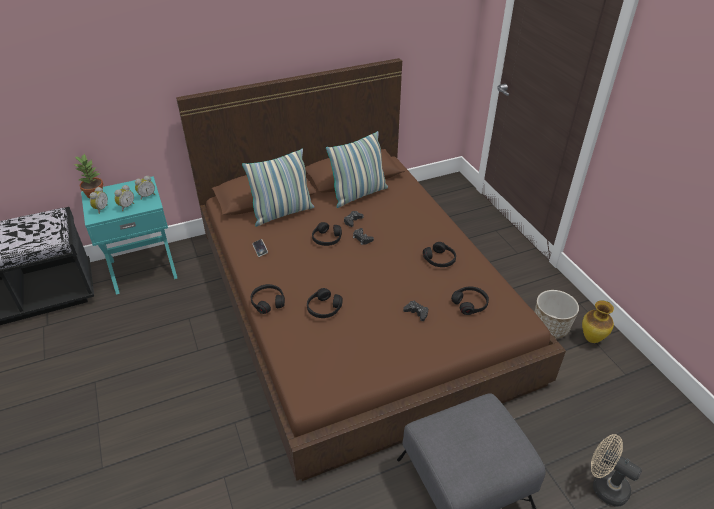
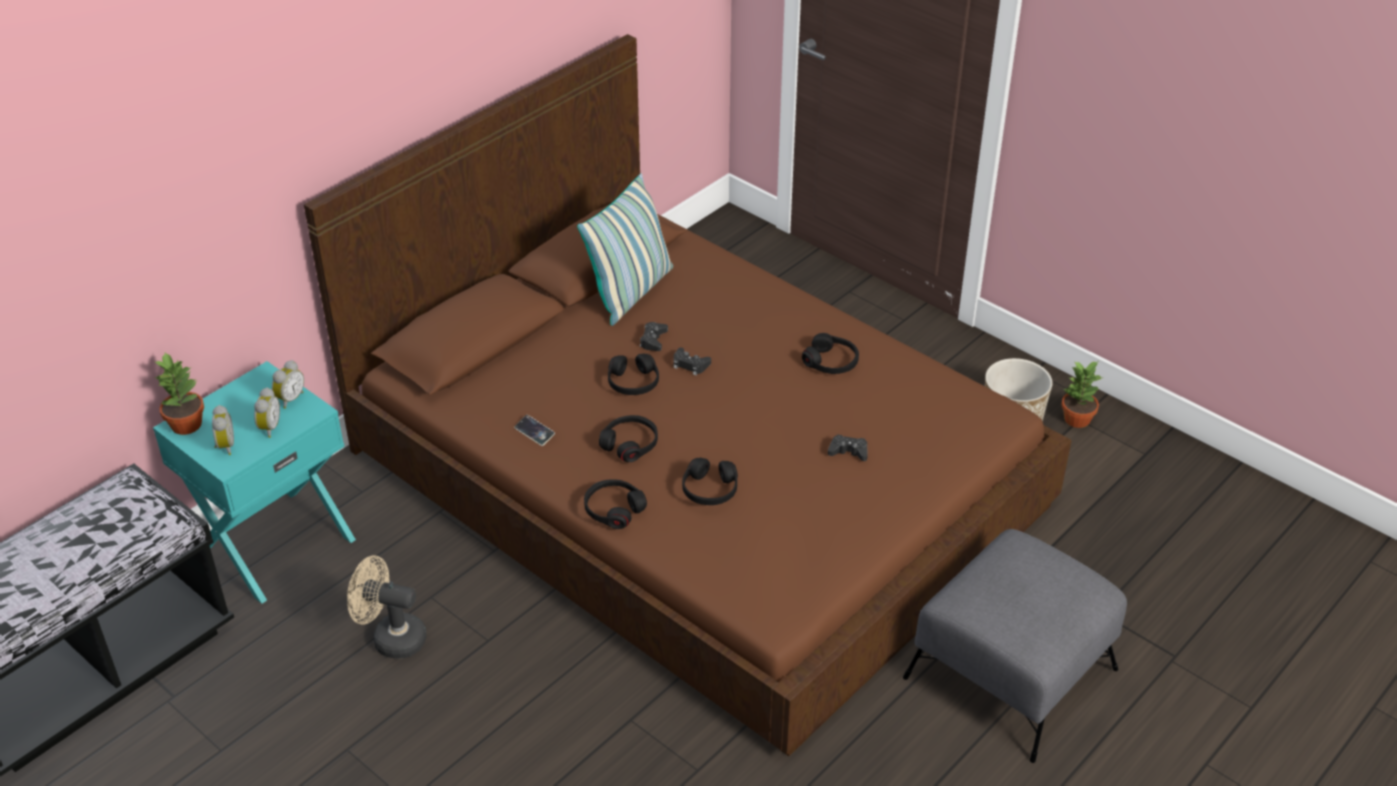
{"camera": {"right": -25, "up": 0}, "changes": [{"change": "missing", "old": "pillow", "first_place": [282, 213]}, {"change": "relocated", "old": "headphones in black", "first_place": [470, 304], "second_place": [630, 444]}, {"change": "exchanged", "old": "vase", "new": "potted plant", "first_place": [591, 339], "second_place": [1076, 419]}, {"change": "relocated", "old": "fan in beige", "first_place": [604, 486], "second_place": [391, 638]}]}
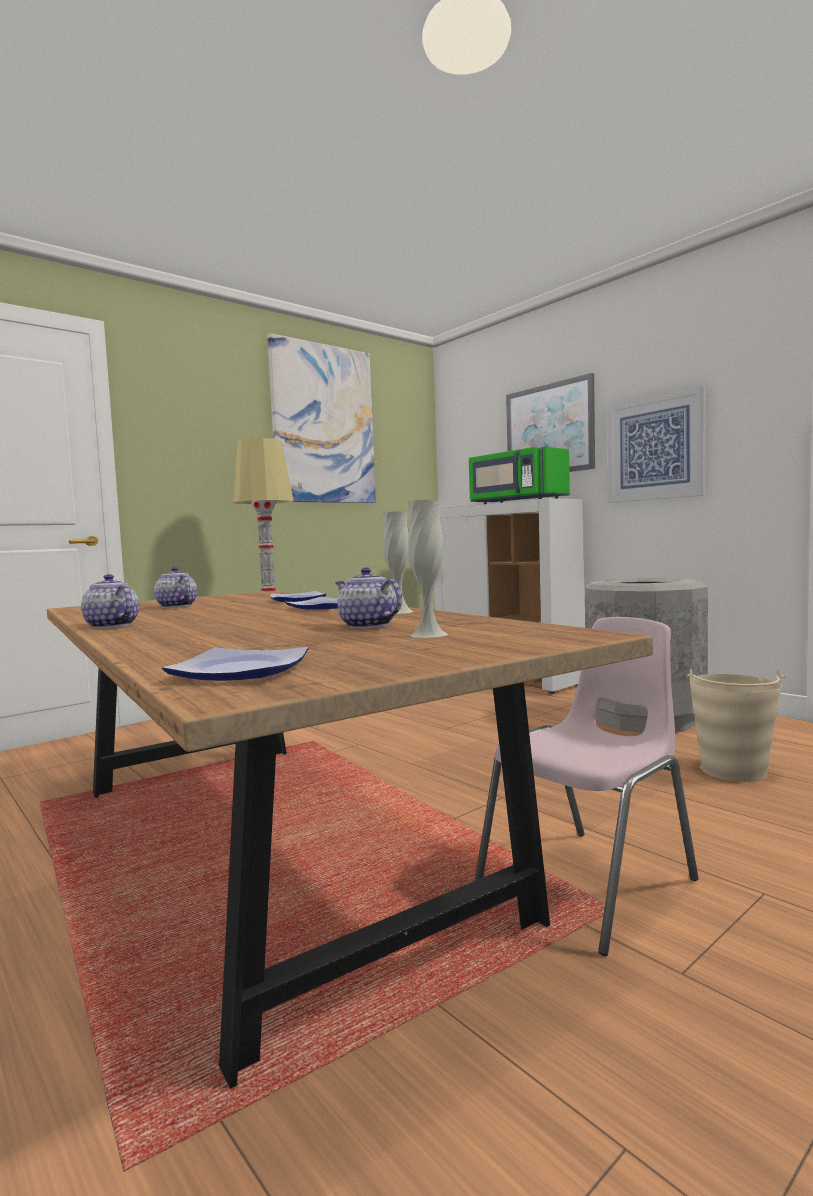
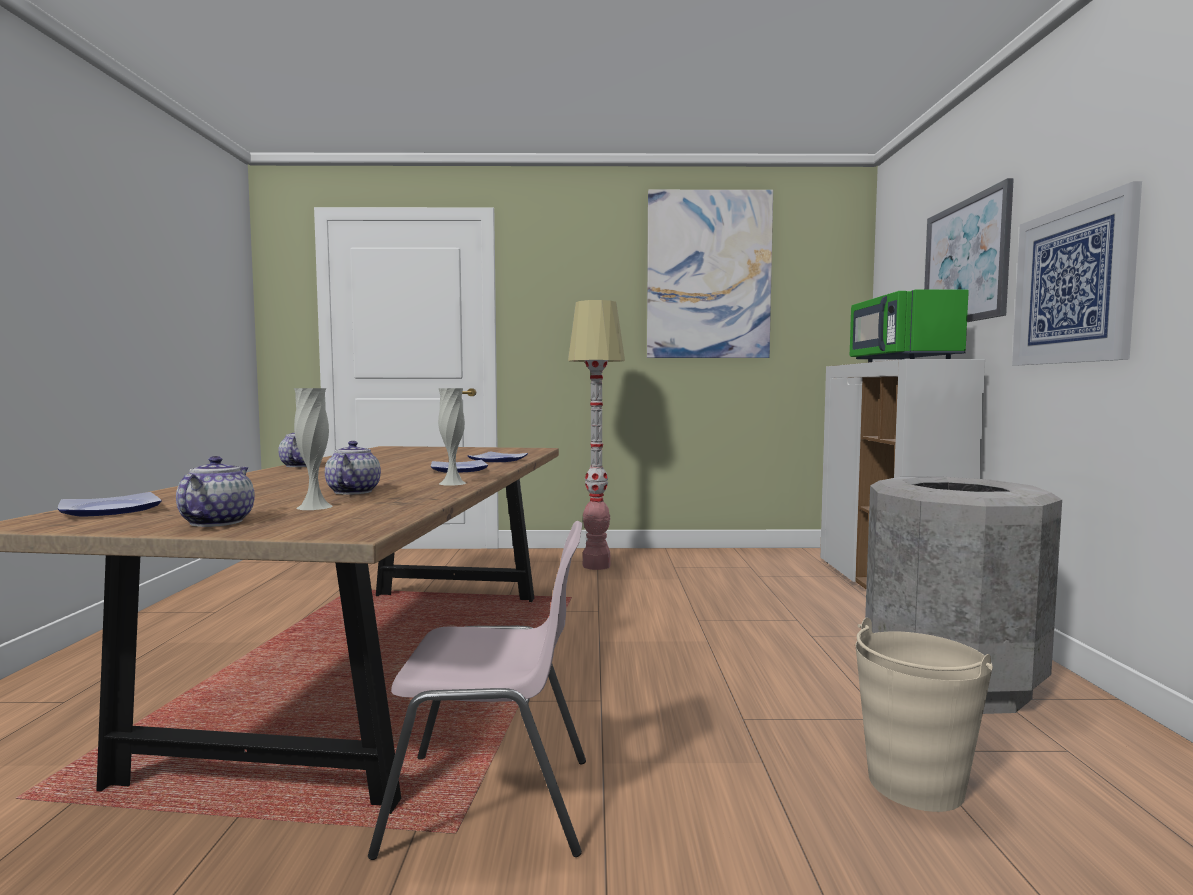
{"camera": {"right": 40, "up": 0}, "changes": [{"change": "relocated", "old": "teapot", "first_place": [176, 606], "second_place": [217, 522]}]}
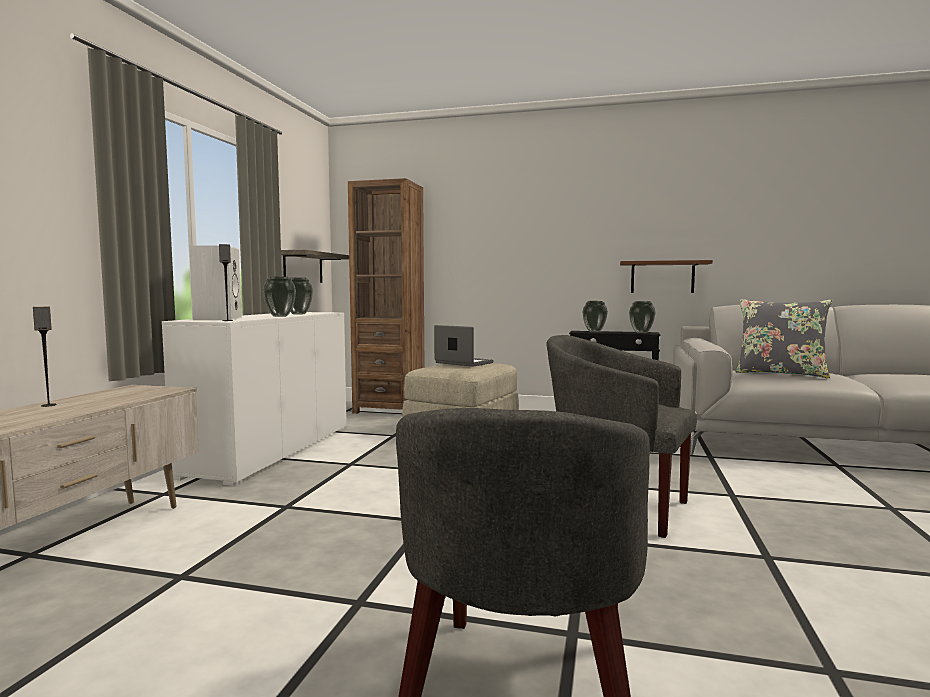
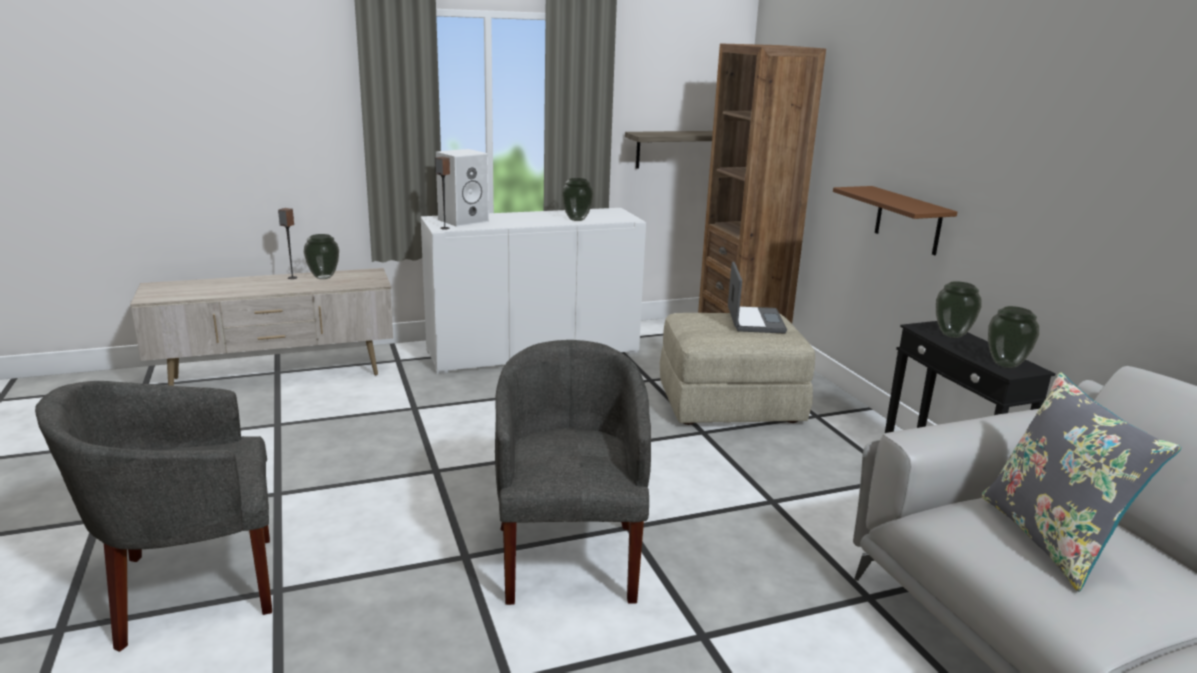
{"camera": {"right": 55, "up": 15}, "changes": [{"change": "relocated", "old": "shelf in brown", "first_place": [662, 277], "second_place": [908, 220]}, {"change": "relocated", "old": "vase", "first_place": [279, 316], "second_place": [323, 277]}]}
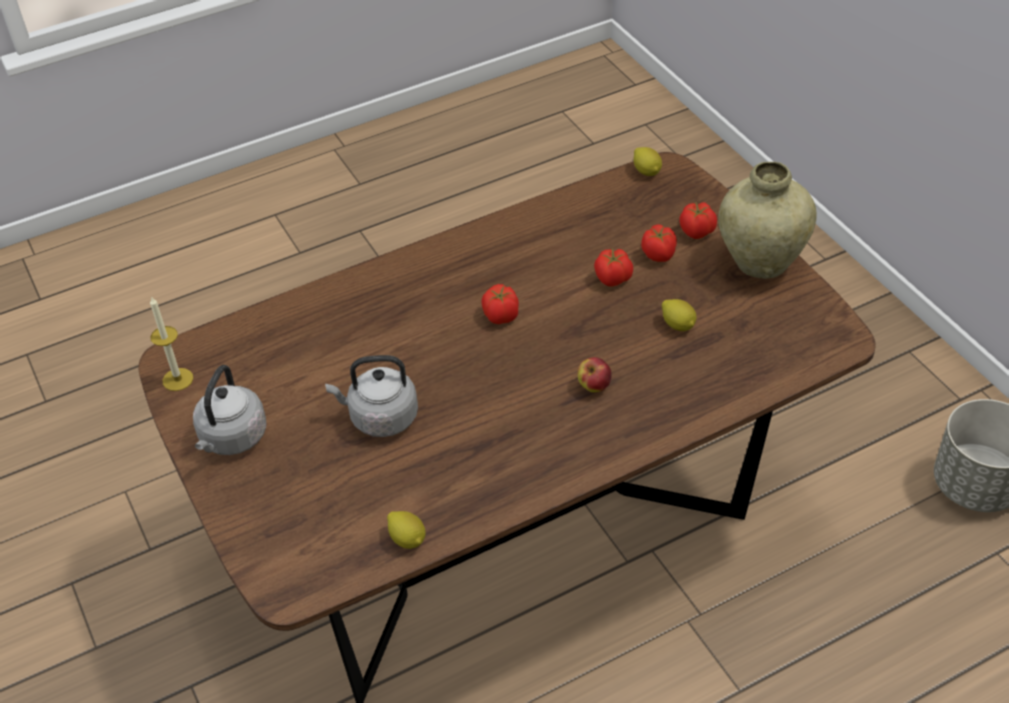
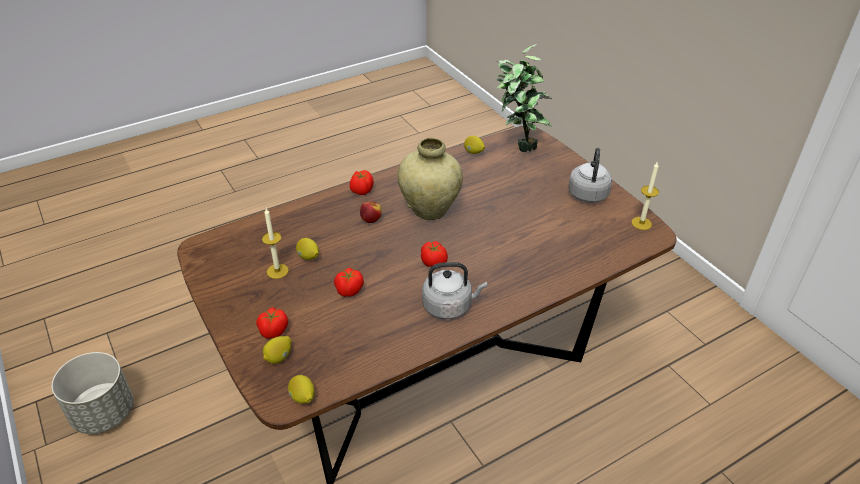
{"camera": {"right": 175, "up": -5}, "changes": [{"change": "relocated", "old": "vase in beige", "first_place": [761, 262], "second_place": [429, 210]}, {"change": "relocated", "old": "tomato", "first_place": [659, 255], "second_place": [361, 191]}, {"change": "relocated", "old": "kettle in grey", "first_place": [380, 418], "second_place": [449, 306]}, {"change": "appeared", "new": "potted plant", "second_place": [518, 144]}, {"change": "appeared", "new": "candle", "second_place": [277, 271]}, {"change": "appeared", "new": "lemon", "second_place": [279, 357]}]}
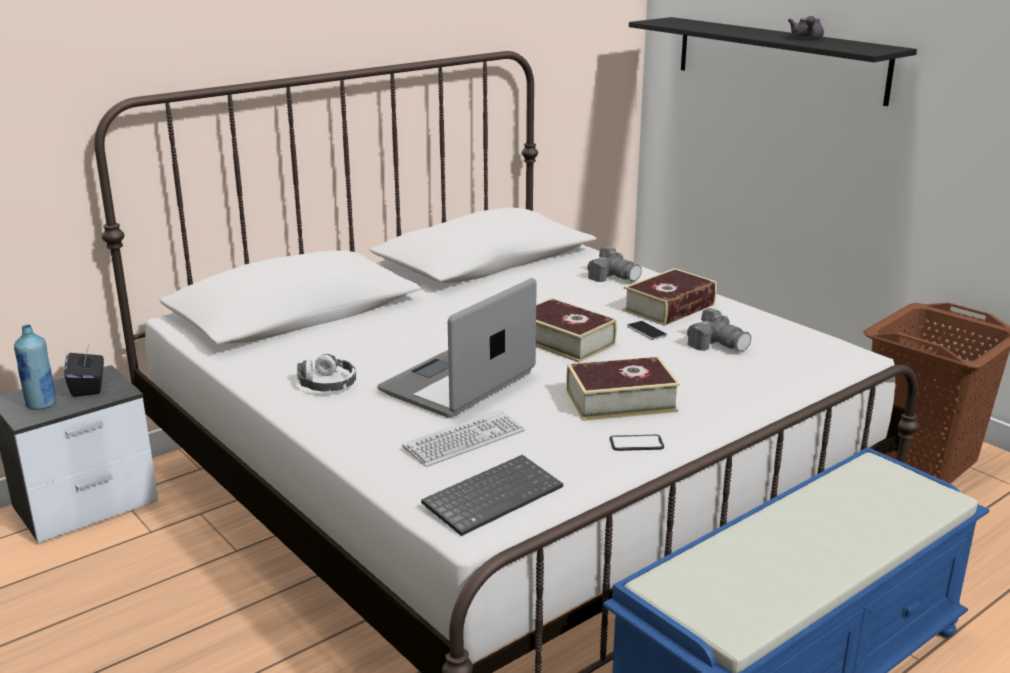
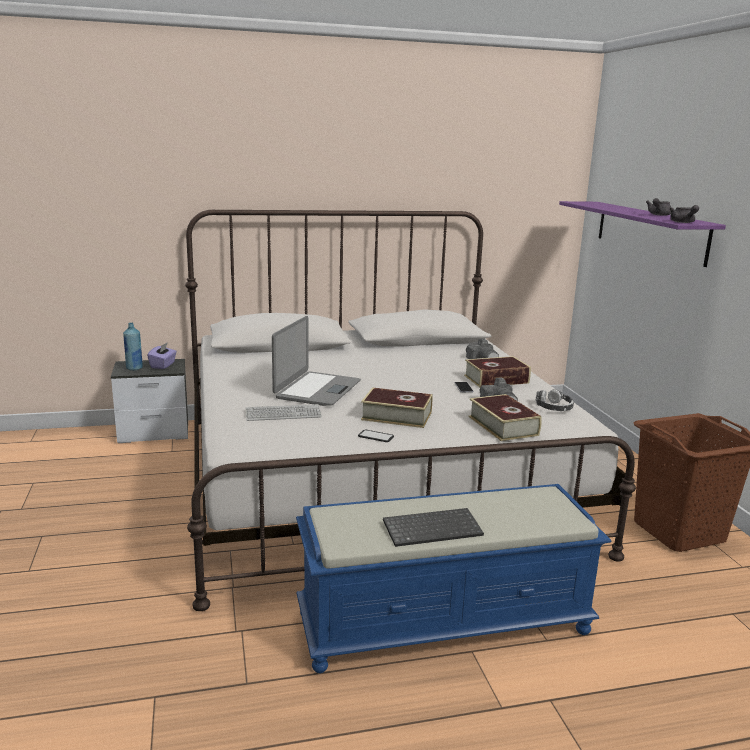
{"camera": {"right": 25, "up": -5}, "changes": [{"change": "colour", "old": "shelf in black", "new": "shelf in purple", "first_place": [779, 59], "second_place": [649, 231]}, {"change": "spun", "old": "laptop", "first_place": [458, 383], "second_place": [317, 390], "degrees": 135}, {"change": "relocated", "old": "book", "first_place": [564, 341], "second_place": [503, 426]}, {"change": "colour", "old": "tissue box in black", "new": "tissue box in purple", "first_place": [88, 387], "second_place": [163, 365]}, {"change": "relocated", "old": "headphones", "first_place": [327, 384], "second_place": [553, 407]}, {"change": "relocated", "old": "keyboard", "first_place": [493, 495], "second_place": [433, 528]}, {"change": "appeared", "new": "teapot in grey", "second_place": [683, 222]}]}
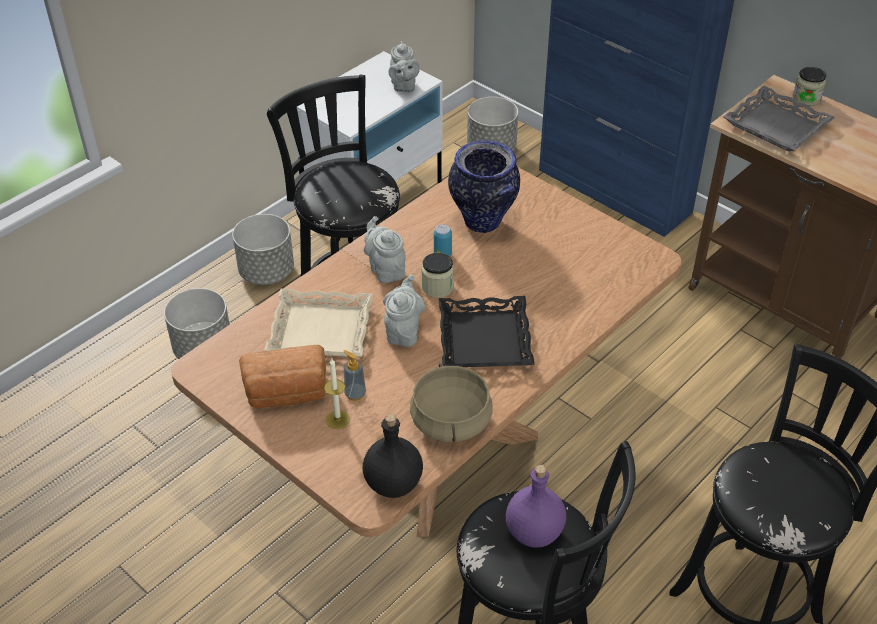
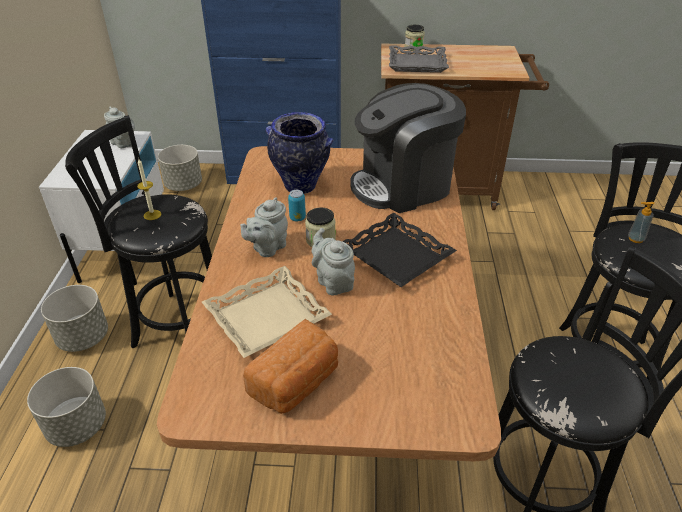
{"camera": {"right": -40, "up": -5}, "changes": [{"change": "spun", "old": "teapot in grey", "first_place": [386, 270], "second_place": [267, 248], "degrees": -75}, {"change": "relocated", "old": "soap dispenser", "first_place": [355, 394], "second_place": [635, 239]}, {"change": "relocated", "old": "candle", "first_place": [337, 419], "second_place": [152, 215]}, {"change": "missing", "old": "cooking pot in beige", "first_place": [450, 421]}, {"change": "missing", "old": "bottle in black", "first_place": [394, 483]}, {"change": "missing", "old": "bottle in purple", "first_place": [535, 532]}, {"change": "appeared", "new": "coffee machine", "second_place": [403, 185]}]}
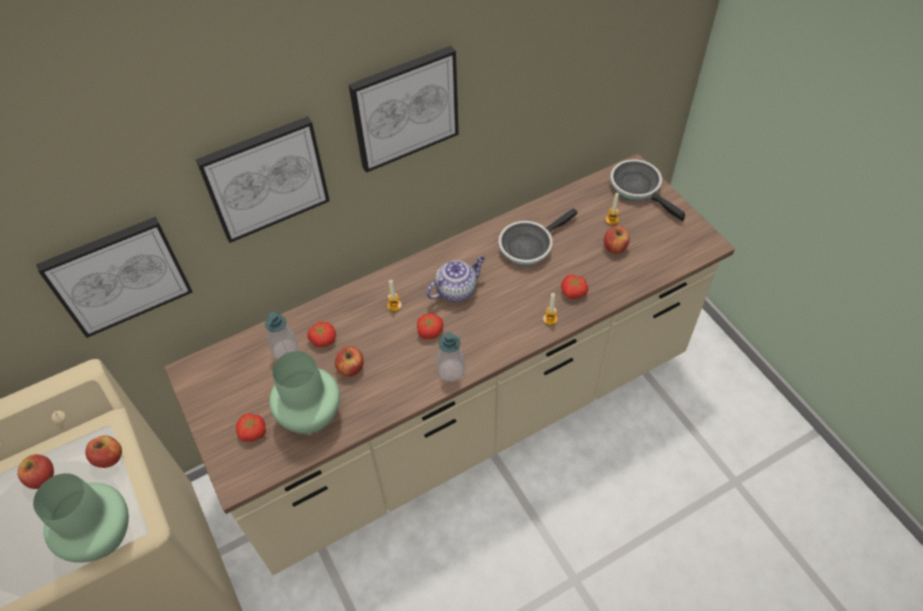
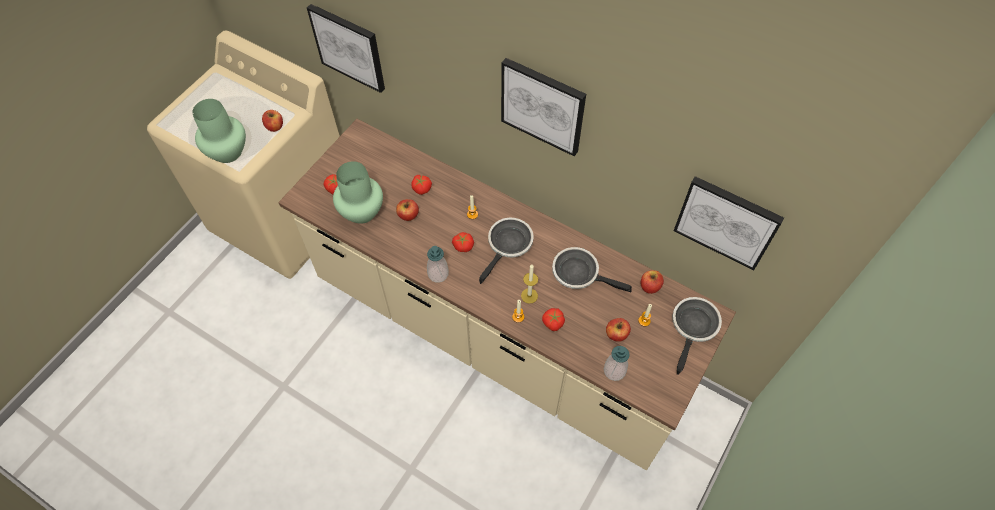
{"camera": {"right": 60, "up": 5}, "changes": [{"change": "relocated", "old": "picture", "first_place": [265, 178], "second_place": [727, 221]}, {"change": "exchanged", "old": "teapot", "new": "frying pan", "first_place": [456, 290], "second_place": [508, 245]}, {"change": "relocated", "old": "soap dispenser", "first_place": [286, 351], "second_place": [614, 371]}, {"change": "relocated", "old": "apple", "first_place": [42, 477], "second_place": [650, 286]}, {"change": "appeared", "new": "candle", "second_place": [529, 295]}]}
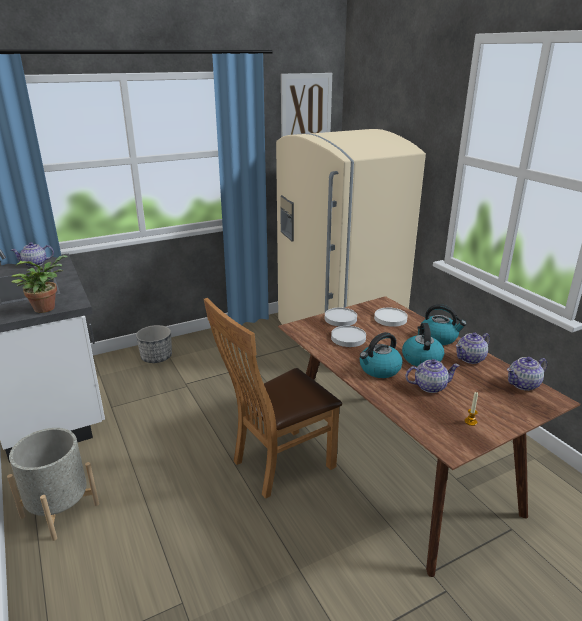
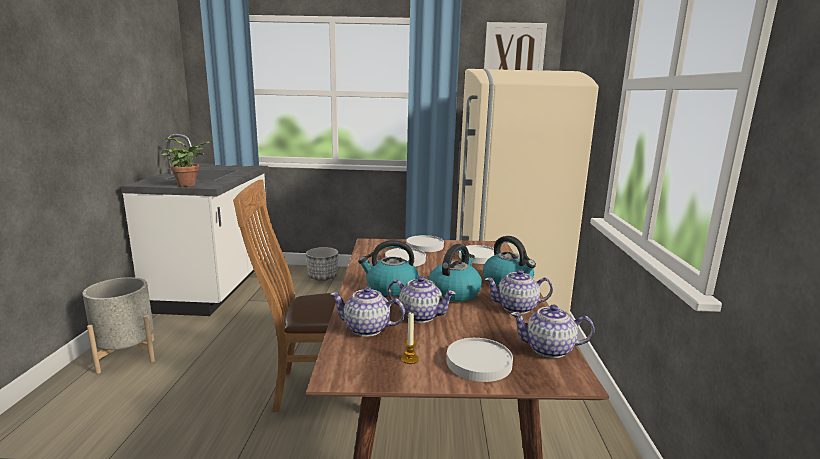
{"camera": {"right": 30, "up": -10}, "changes": [{"change": "relocated", "old": "teapot", "first_place": [35, 264], "second_place": [367, 329]}, {"change": "appeared", "new": "plate in white", "second_place": [479, 363]}]}
